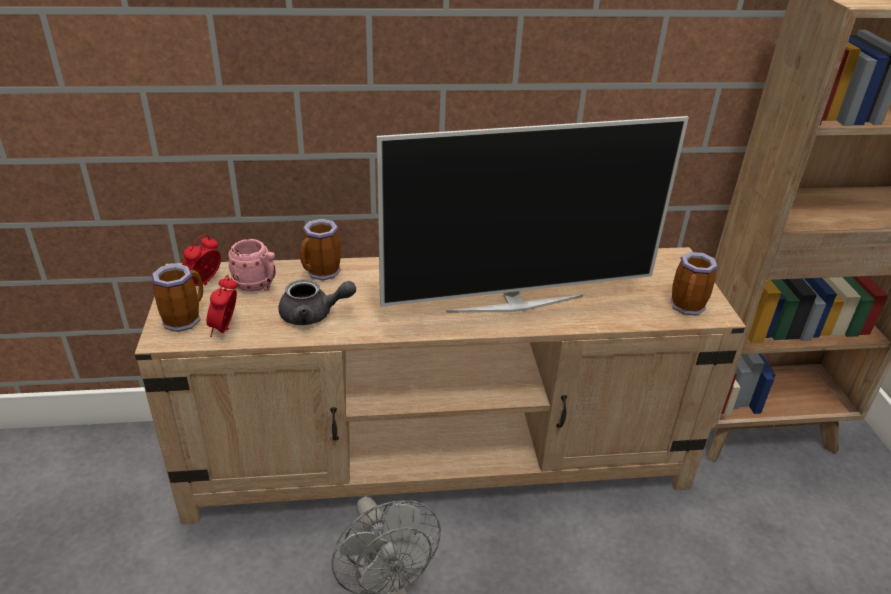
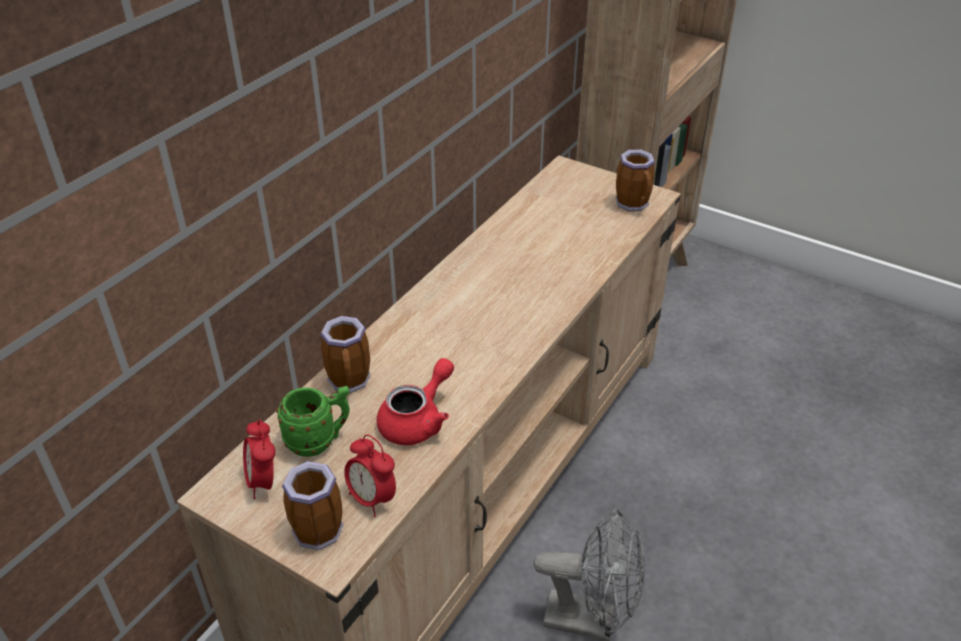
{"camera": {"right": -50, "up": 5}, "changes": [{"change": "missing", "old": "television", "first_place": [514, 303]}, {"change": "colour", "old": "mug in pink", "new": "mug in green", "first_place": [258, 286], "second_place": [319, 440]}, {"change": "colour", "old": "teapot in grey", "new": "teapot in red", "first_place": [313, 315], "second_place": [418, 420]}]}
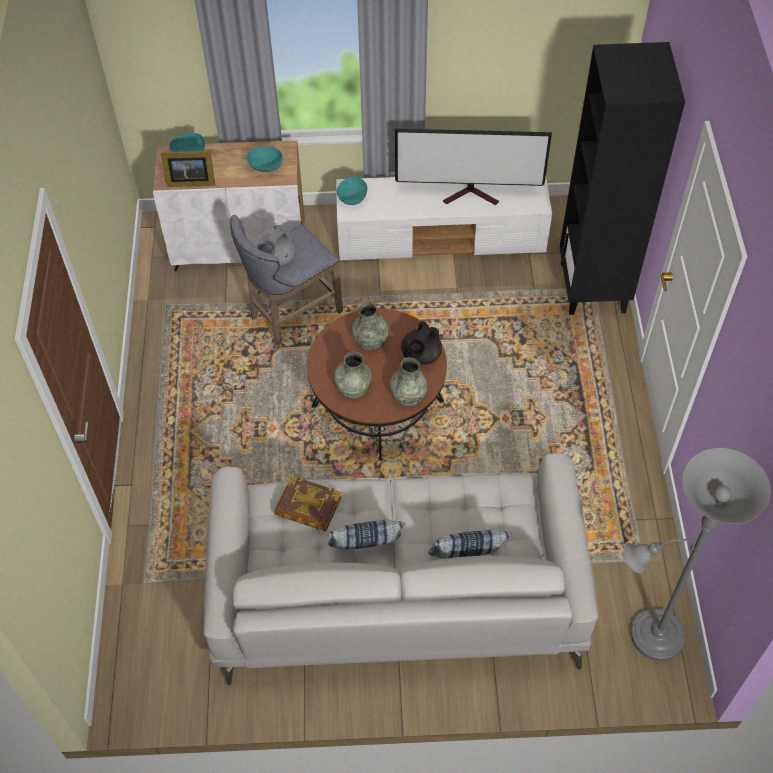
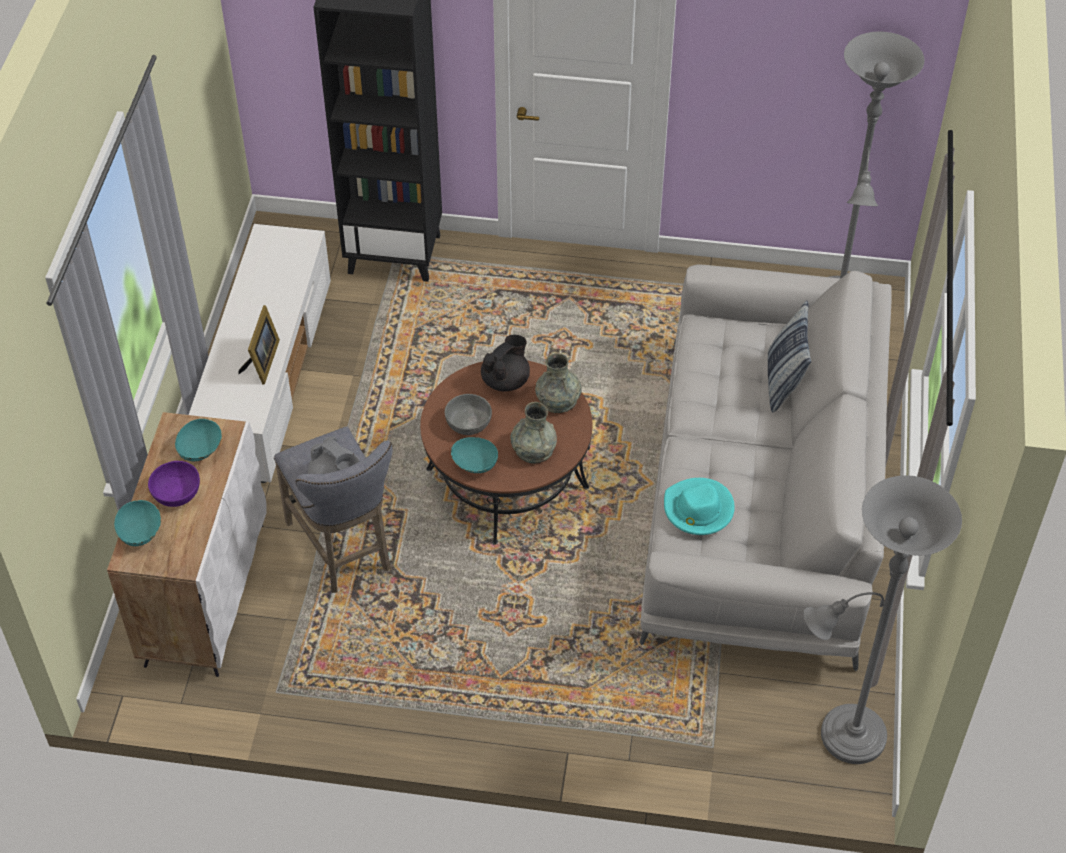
{"camera": {"right": -80, "up": -5}, "changes": [{"change": "missing", "old": "television", "first_place": [472, 195]}, {"change": "relocated", "old": "picture frame", "first_place": [189, 181], "second_place": [262, 362]}, {"change": "relocated", "old": "bowl in turquoise", "first_place": [352, 198], "second_place": [474, 464]}, {"change": "exchanged", "old": "vase in grey", "new": "bowl in grey", "first_place": [371, 339], "second_place": [468, 423]}, {"change": "spun", "old": "teapot in black", "first_place": [421, 355], "second_place": [506, 380], "degrees": -90}, {"change": "exchanged", "old": "book", "new": "hat in turquoise", "first_place": [308, 507], "second_place": [698, 509]}, {"change": "missing", "old": "pillow", "first_place": [366, 549]}, {"change": "appeared", "new": "bowl in purple", "second_place": [176, 493]}, {"change": "appeared", "new": "floor lamp in grey", "second_place": [844, 737]}]}
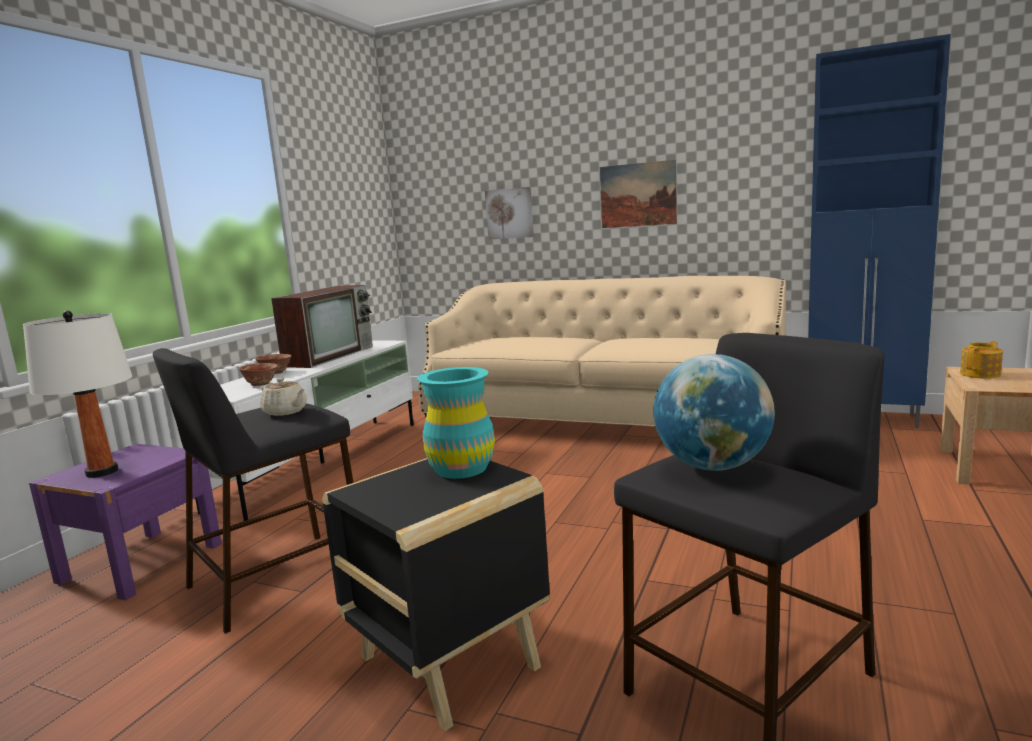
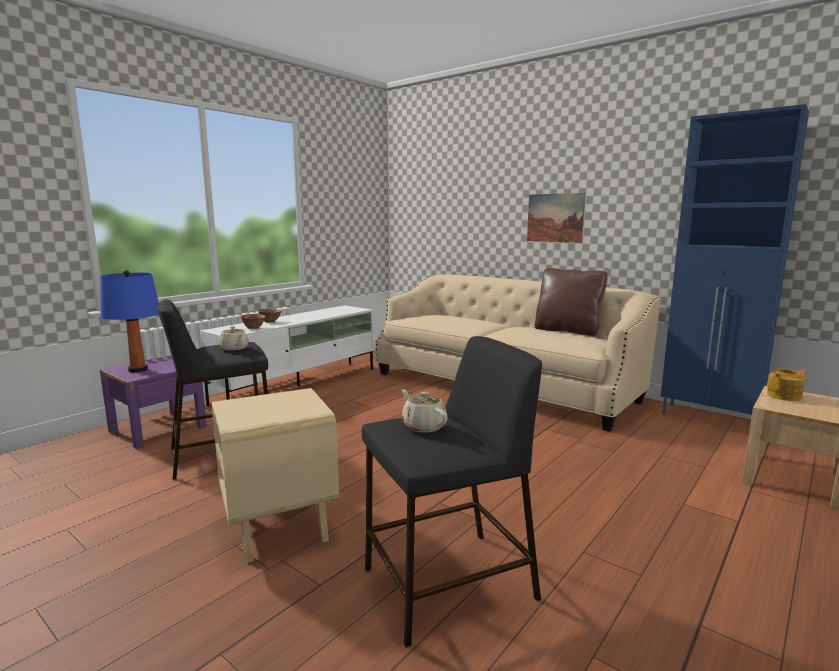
{"camera": {"right": 15, "up": 0}, "changes": [{"change": "missing", "old": "picture", "first_place": [510, 213]}, {"change": "missing", "old": "television", "first_place": [330, 356]}, {"change": "colour", "old": "table lamp in white", "new": "table lamp in blue", "first_place": [102, 472], "second_place": [138, 370]}, {"change": "exchanged", "old": "globe", "new": "teapot in beige", "first_place": [713, 466], "second_place": [423, 426]}, {"change": "missing", "old": "vase in turquoise", "first_place": [461, 469]}, {"change": "colour", "old": "side table in black", "new": "side table in beige", "first_place": [446, 661], "second_place": [277, 523]}, {"change": "appeared", "new": "pillow in brown", "second_place": [567, 331]}]}
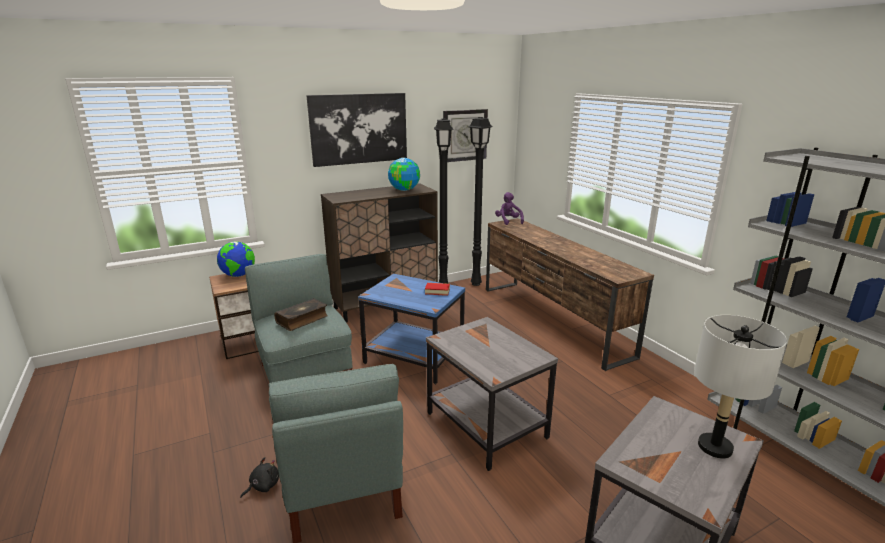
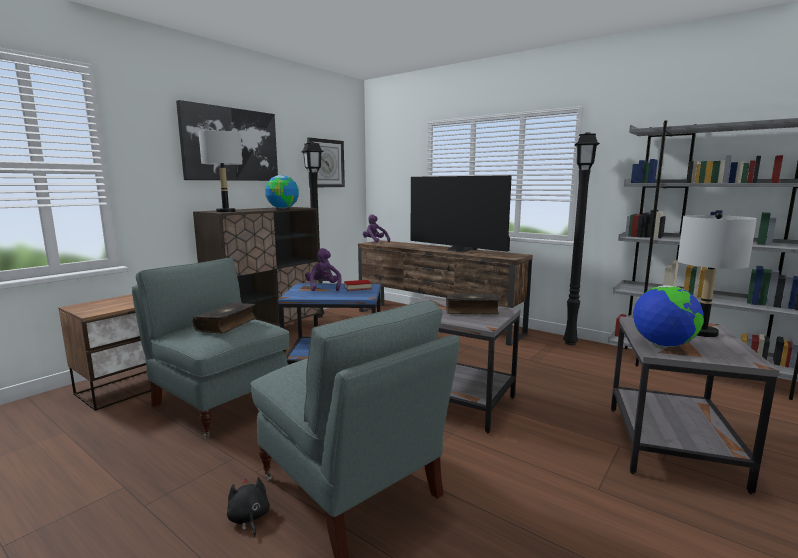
{"camera": {"right": -25, "up": -10}, "changes": [{"change": "relocated", "old": "floor lamp in black", "first_place": [475, 284], "second_place": [569, 343]}, {"change": "relocated", "old": "globe", "first_place": [238, 275], "second_place": [663, 345]}, {"change": "spun", "old": "plush toy in black", "first_place": [263, 486], "second_place": [249, 518], "degrees": -45}, {"change": "appeared", "new": "table lamp in grey", "second_place": [226, 211]}, {"change": "appeared", "new": "television", "second_place": [459, 250]}, {"change": "appeared", "new": "plush toy in purple", "second_place": [323, 288]}, {"change": "appeared", "new": "book", "second_place": [471, 310]}]}
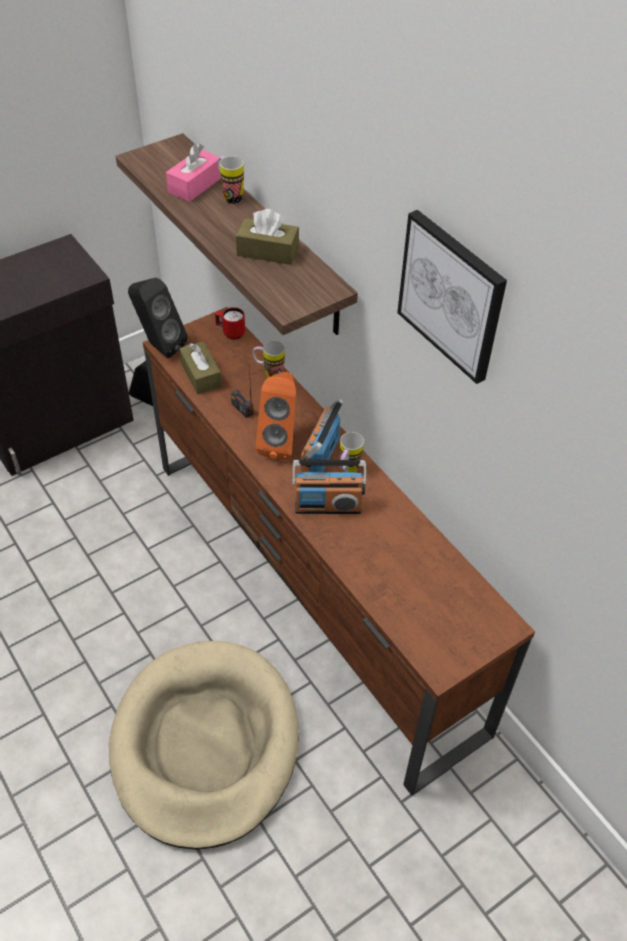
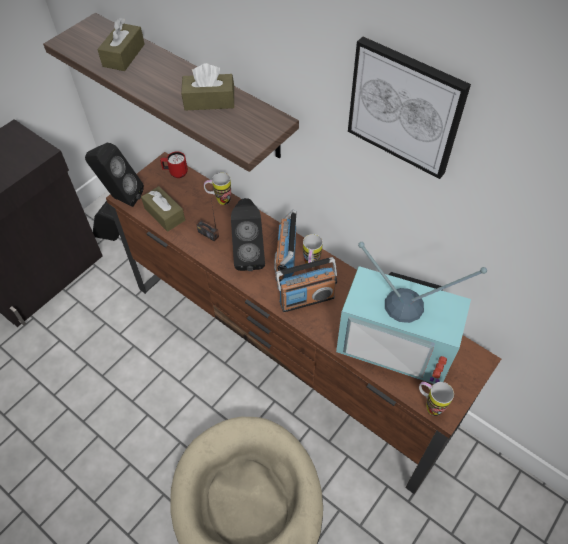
{"camera": {"right": -15, "up": 5}, "changes": [{"change": "colour", "old": "tissue box in pink", "new": "tissue box in brown", "first_place": [195, 185], "second_place": [124, 55]}, {"change": "relocated", "old": "mug", "first_place": [230, 196], "second_place": [429, 405]}, {"change": "colour", "old": "speaker in orange", "new": "speaker in black", "first_place": [280, 442], "second_place": [249, 255]}, {"change": "appeared", "new": "television", "second_place": [397, 342]}]}
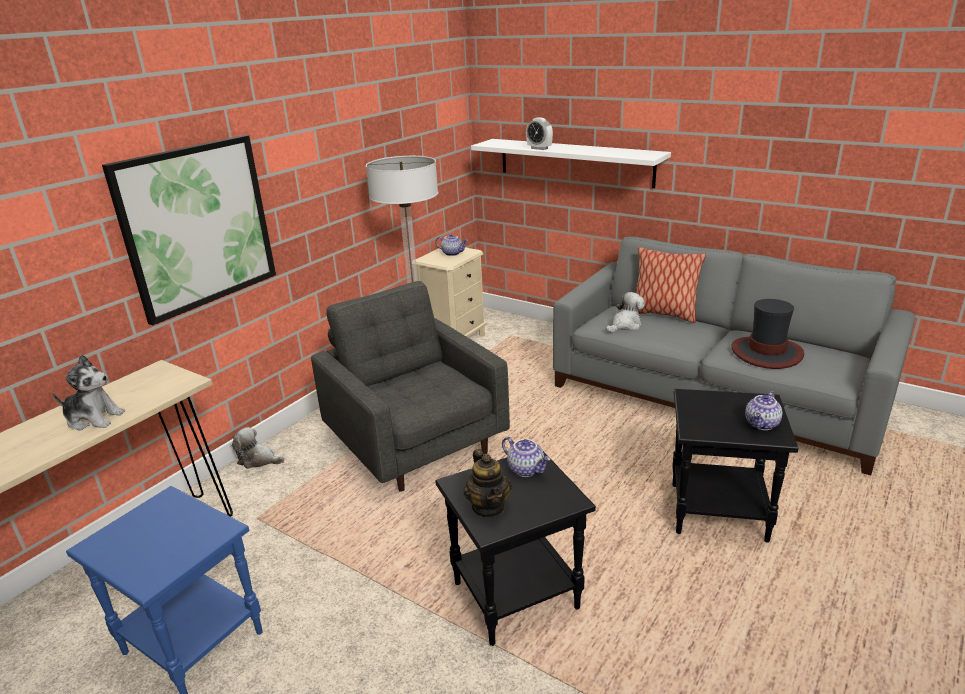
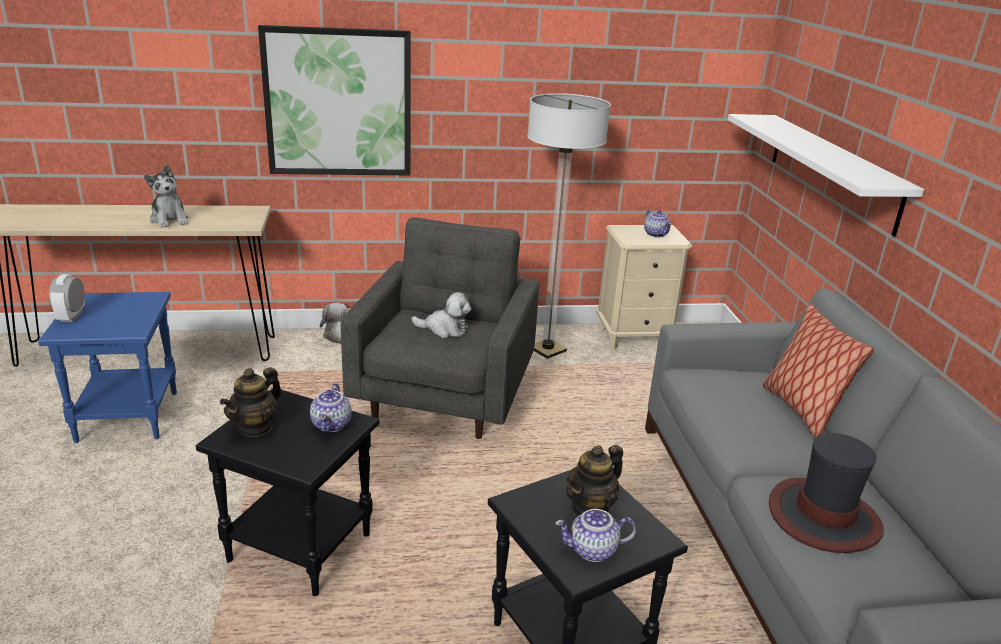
{"camera": {"right": 45, "up": 0}, "changes": [{"change": "relocated", "old": "alarm clock", "first_place": [539, 148], "second_place": [72, 316]}, {"change": "relocated", "old": "plush toy", "first_place": [625, 325], "second_place": [445, 329]}, {"change": "appeared", "new": "teapot", "second_place": [590, 508]}]}
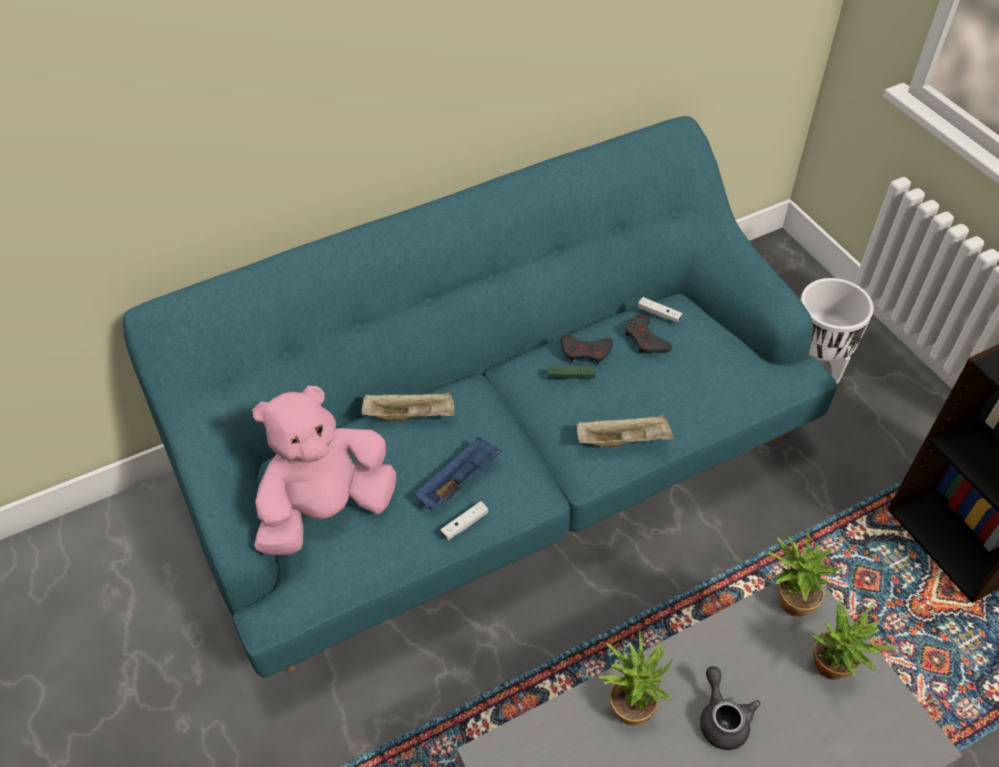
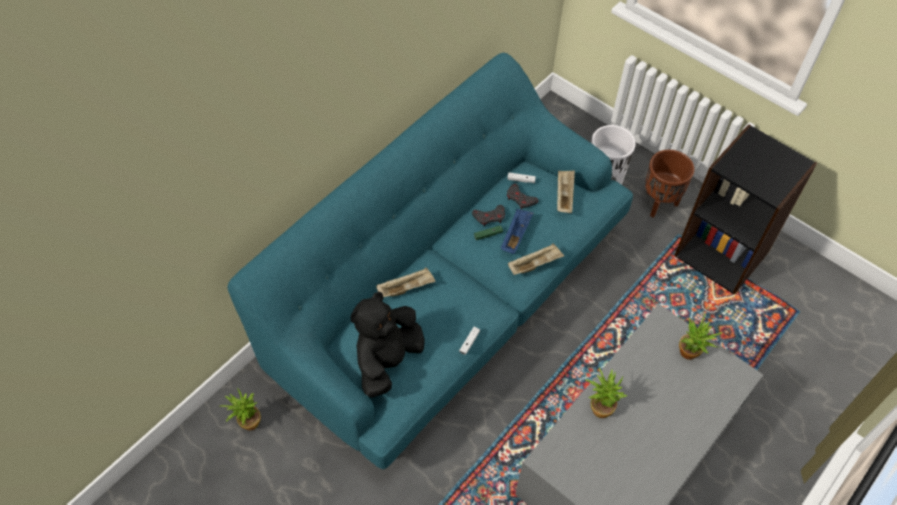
{"camera": {"right": -25, "up": 5}, "changes": [{"change": "colour", "old": "plush toy in pink", "new": "plush toy in black", "first_place": [327, 509], "second_place": [387, 360]}, {"change": "relocated", "old": "tray in blue", "first_place": [460, 481], "second_place": [515, 235]}, {"change": "relocated", "old": "potted plant", "first_place": [788, 600], "second_place": [247, 422]}, {"change": "missing", "old": "teapot in grey", "first_place": [722, 718]}, {"change": "appeared", "new": "planter in brown", "second_place": [659, 204]}, {"change": "appeared", "new": "tray in beige", "second_place": [564, 196]}]}
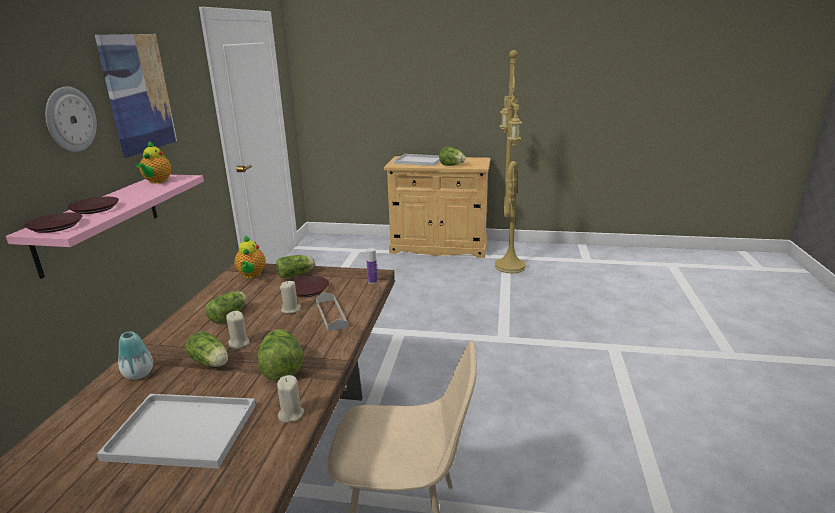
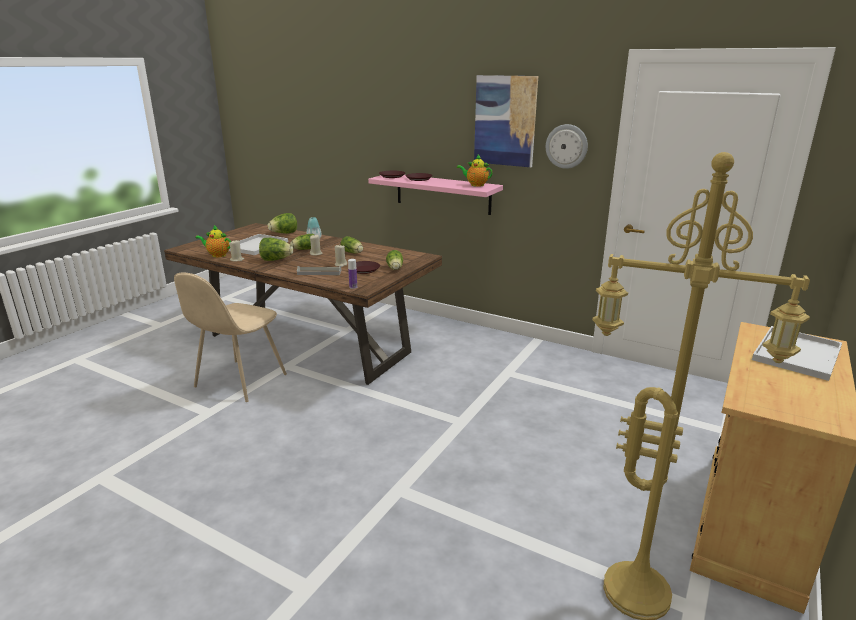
{"camera": {"right": 110, "up": 0}, "changes": [{"change": "relocated", "old": "wall clock", "first_place": [70, 119], "second_place": [566, 146]}, {"change": "relocated", "old": "lettuce", "first_place": [451, 165], "second_place": [284, 233]}, {"change": "relocated", "old": "teapot", "first_place": [251, 275], "second_place": [217, 255]}]}
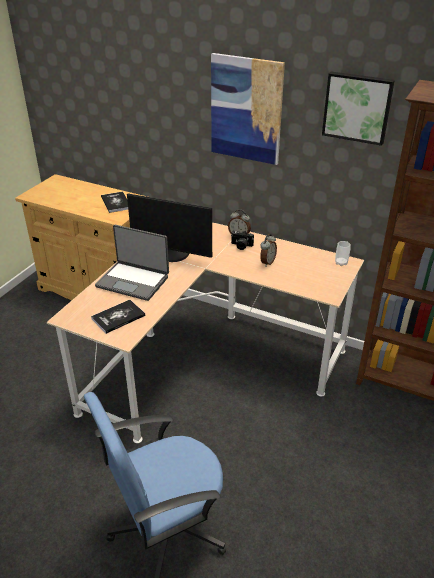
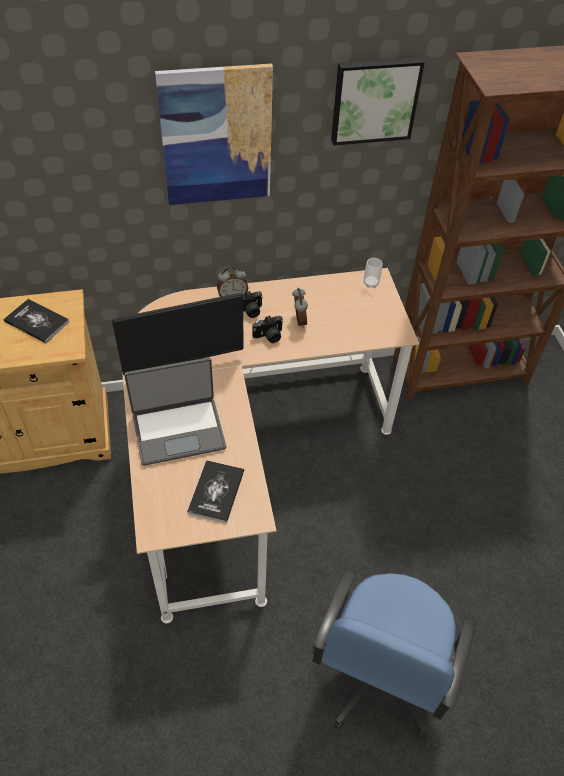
{"camera": {"right": -40, "up": 15}, "changes": [{"change": "appeared", "new": "photo camera", "second_place": [269, 336]}]}
